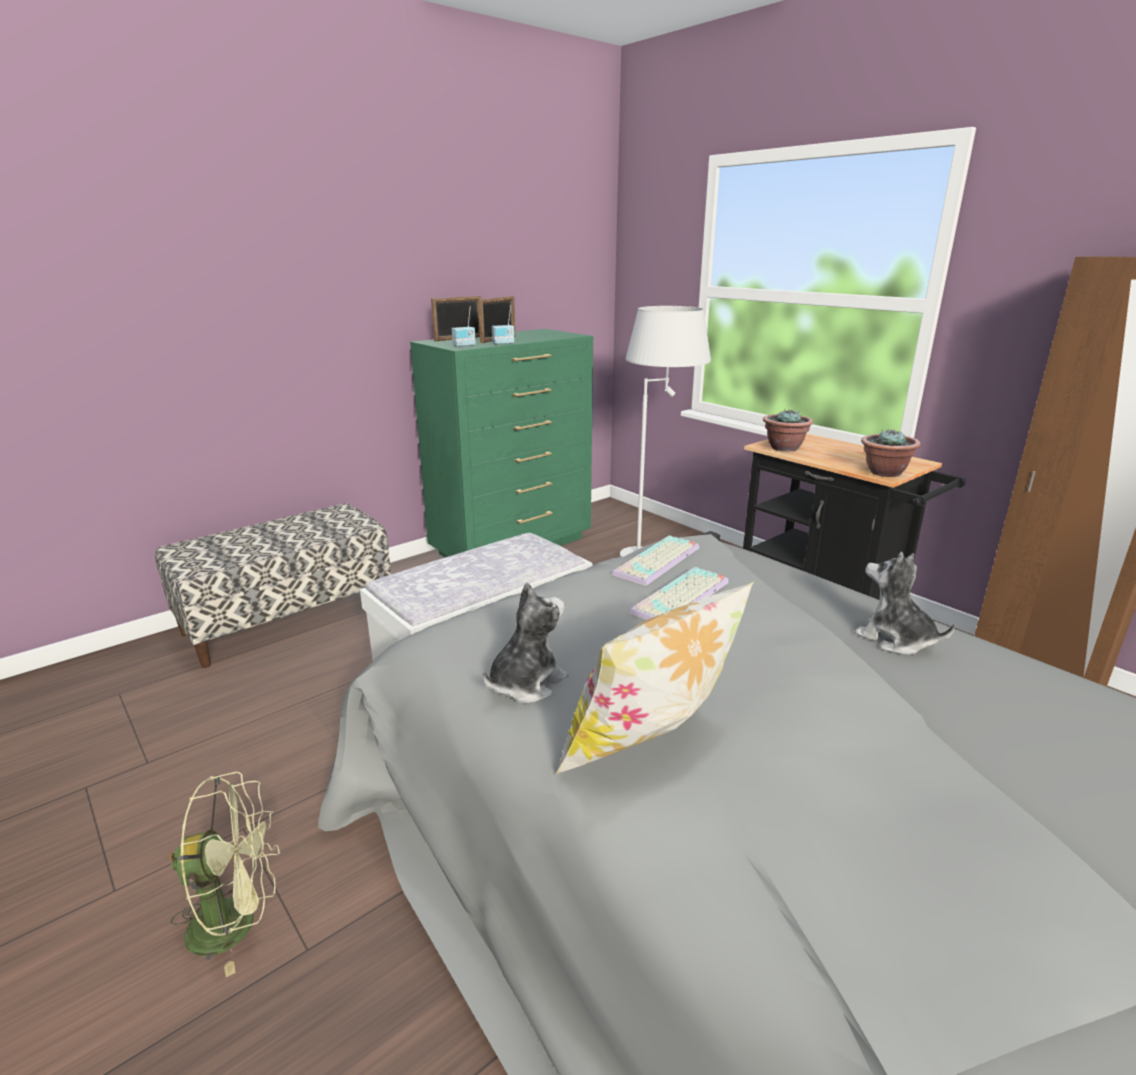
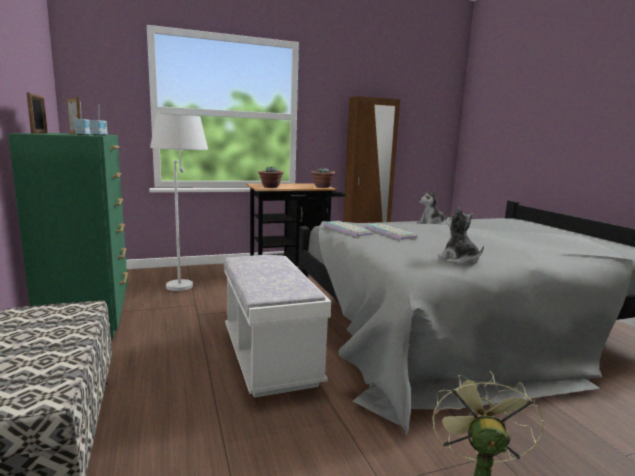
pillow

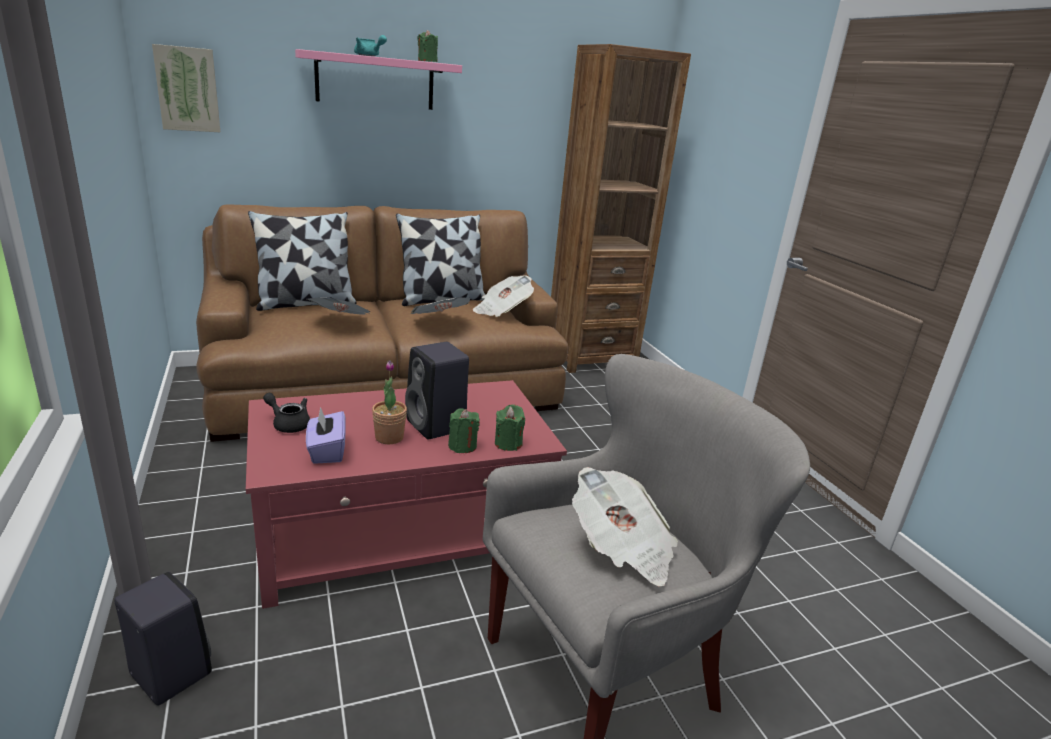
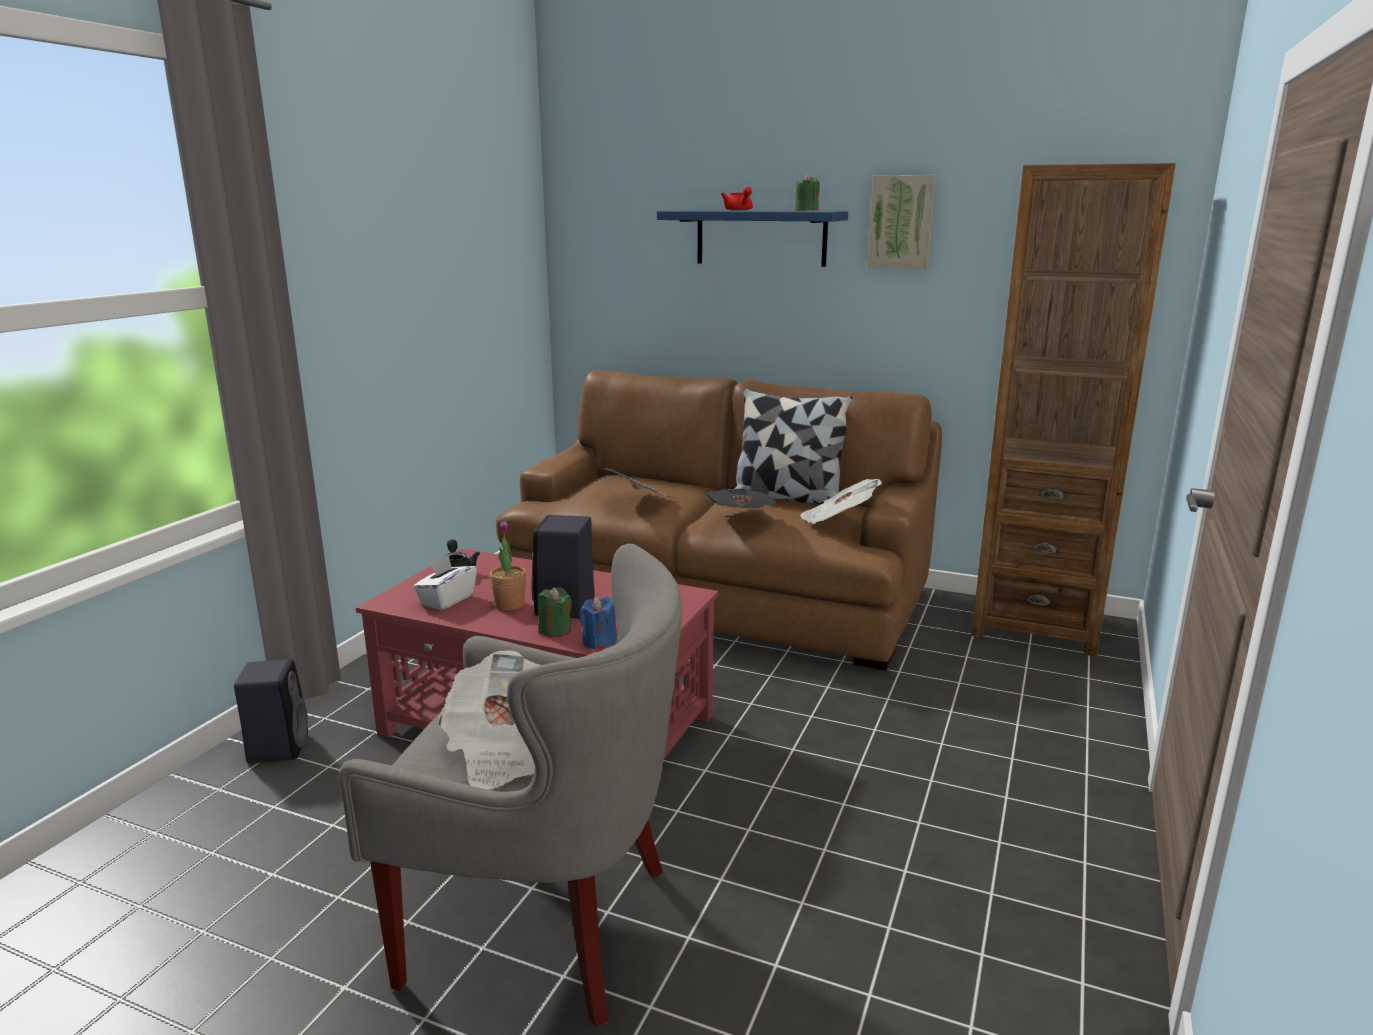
picture
pillow (no. 1 from left in the first image)
blue shelf
white tissue box
red teapot
blue candle

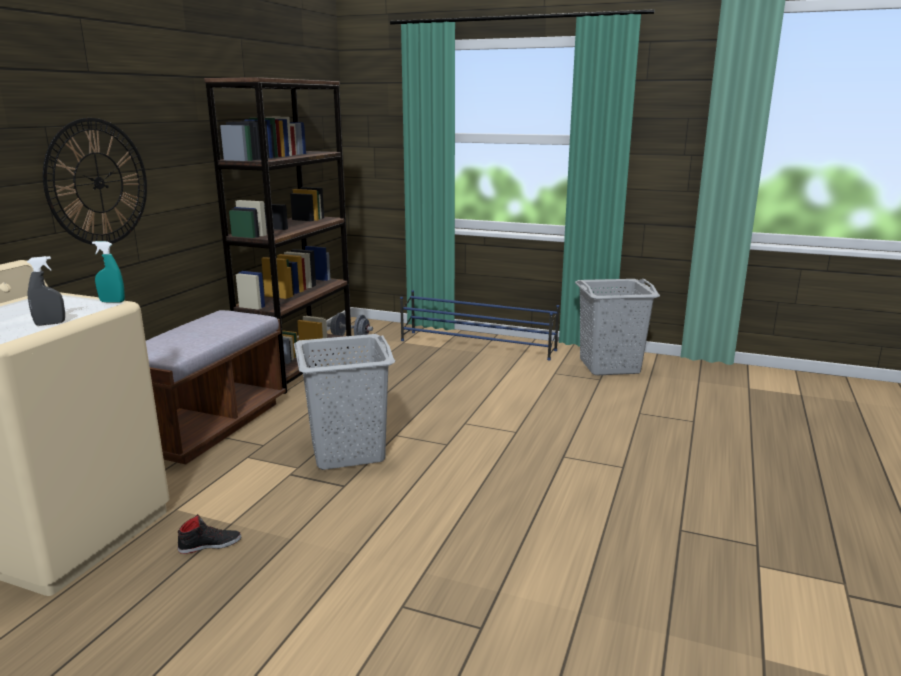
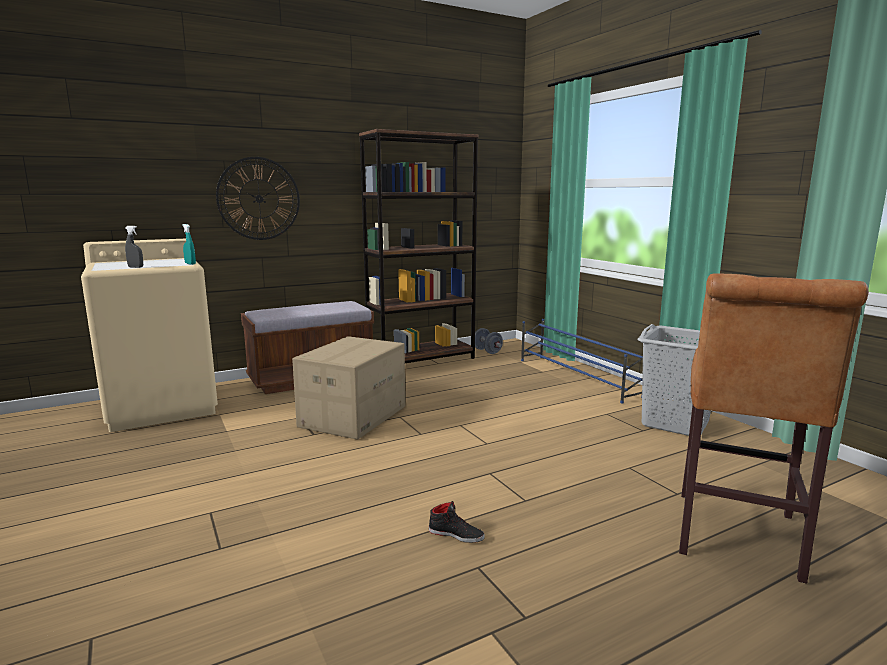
black shoe
cardboard box
brown stool

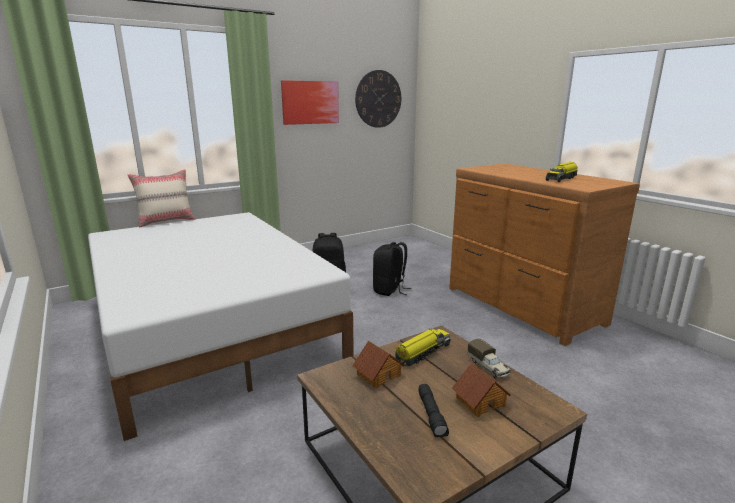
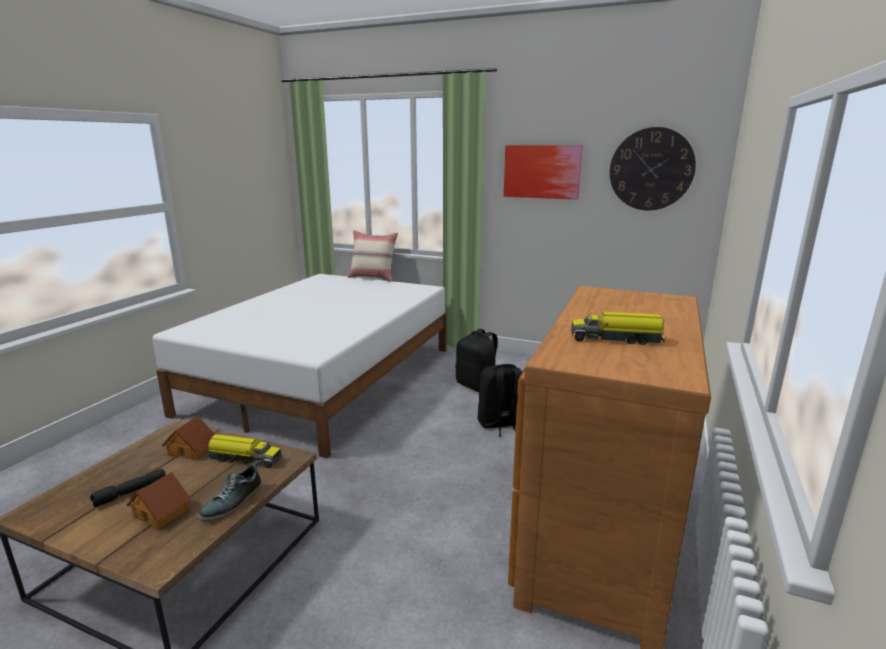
shoe

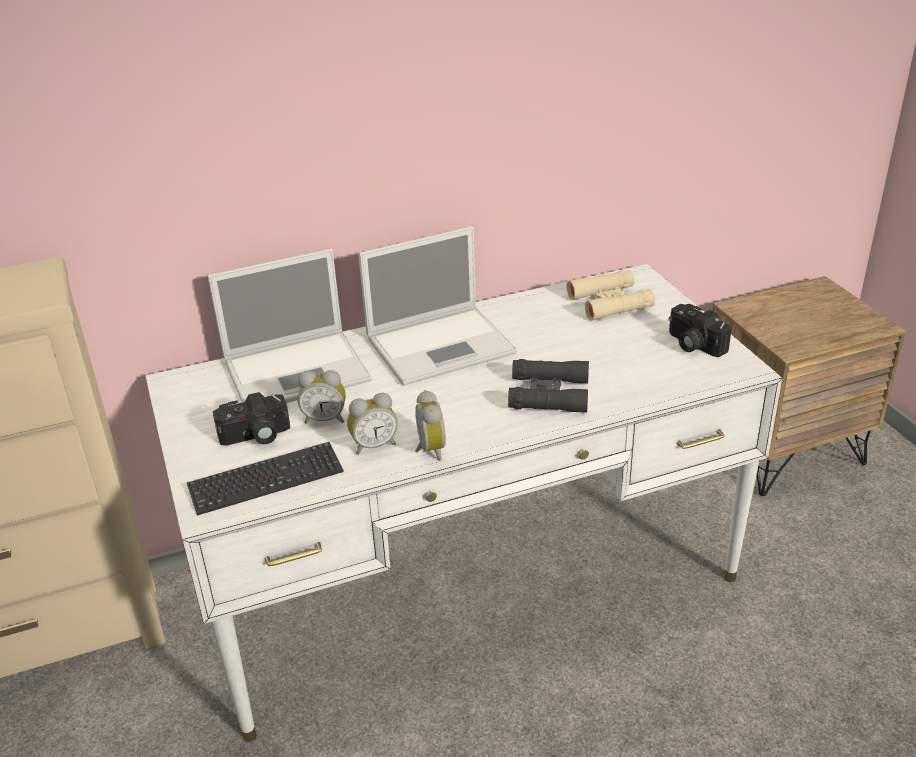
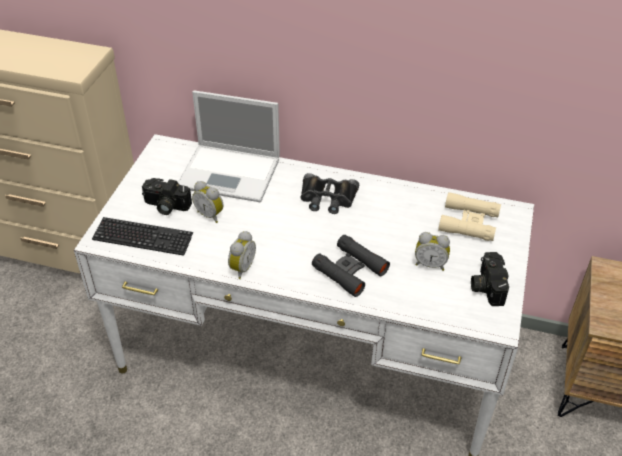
alarm clock (no. 3 from left)
black binoculars (no. 1 from left)

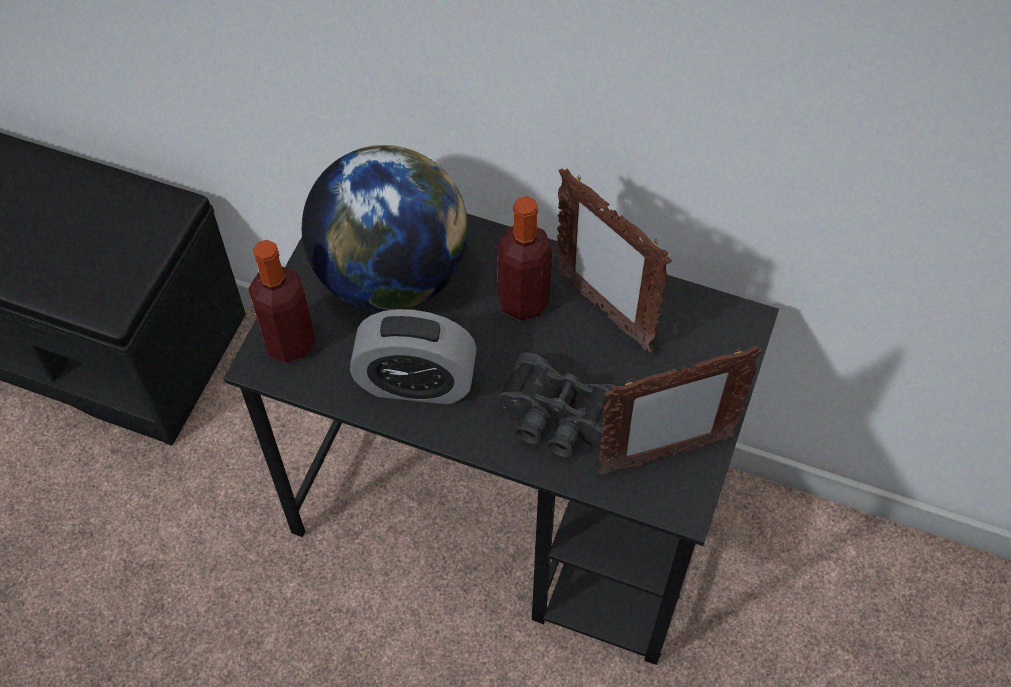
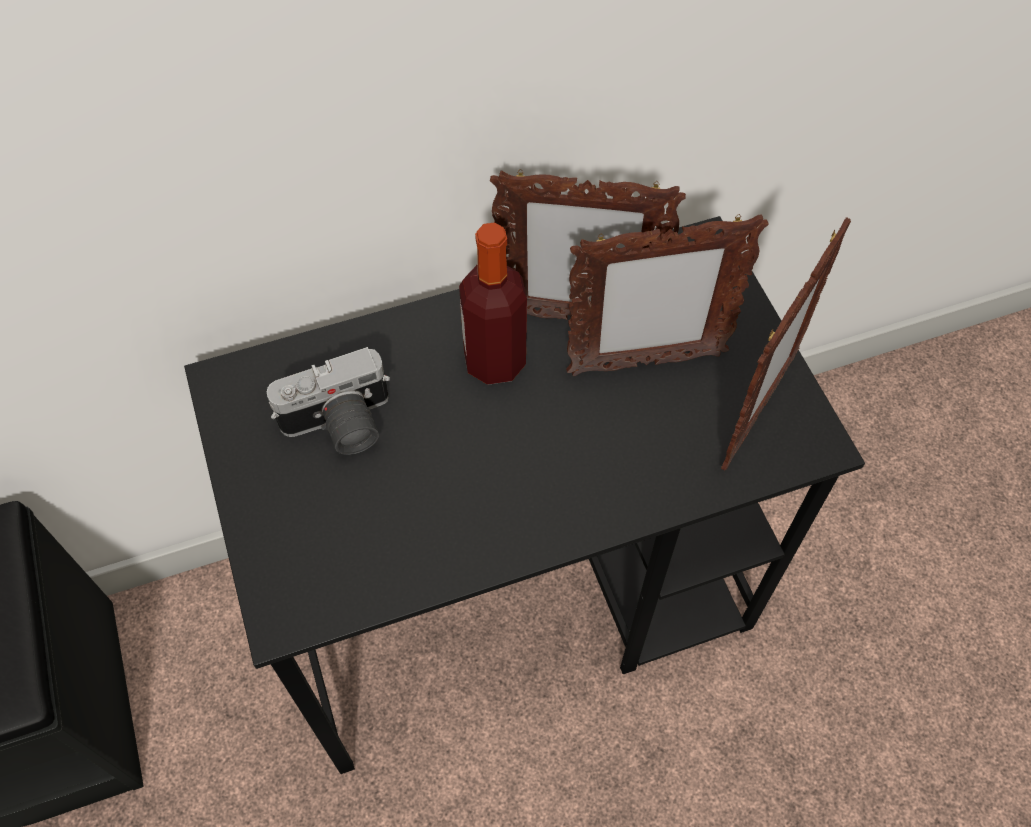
bottle (no. 1 from left in the first image)
photo camera
alarm clock
black binoculars
picture frame (no. 2 from left)

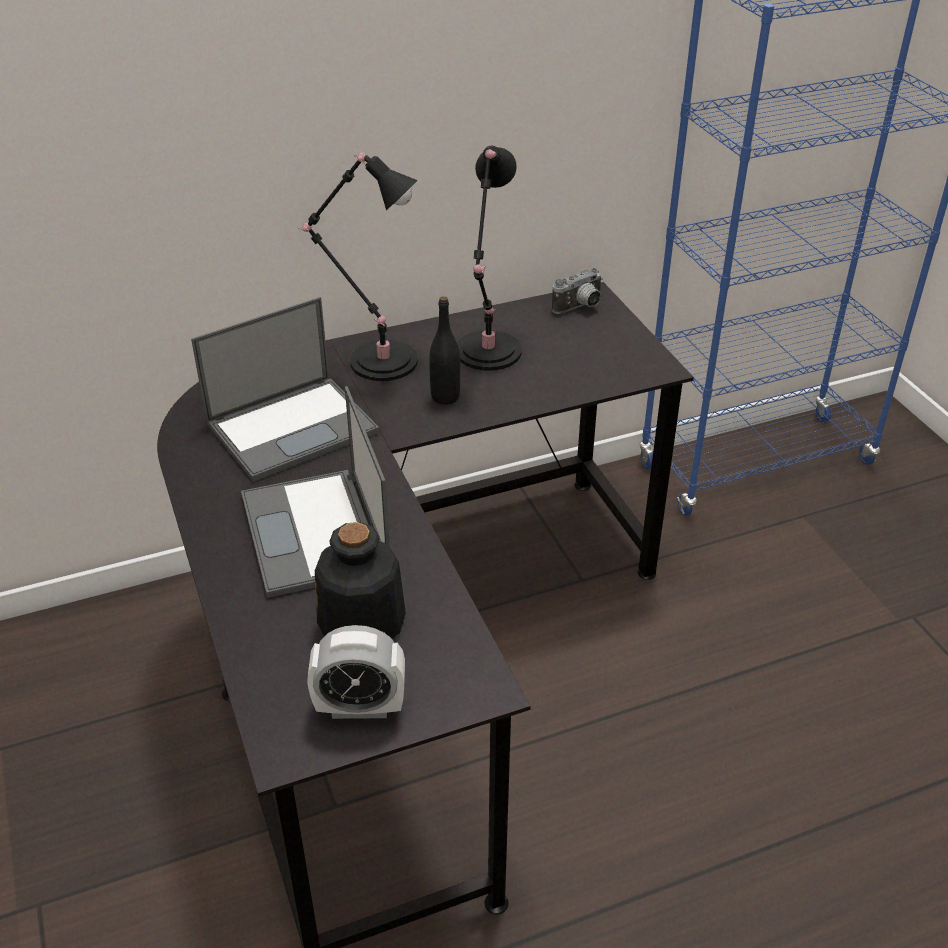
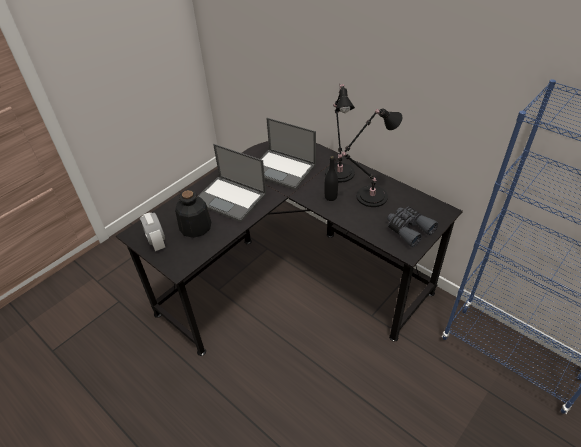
laptop (no. 1 from left)
photo camera
grey binoculars

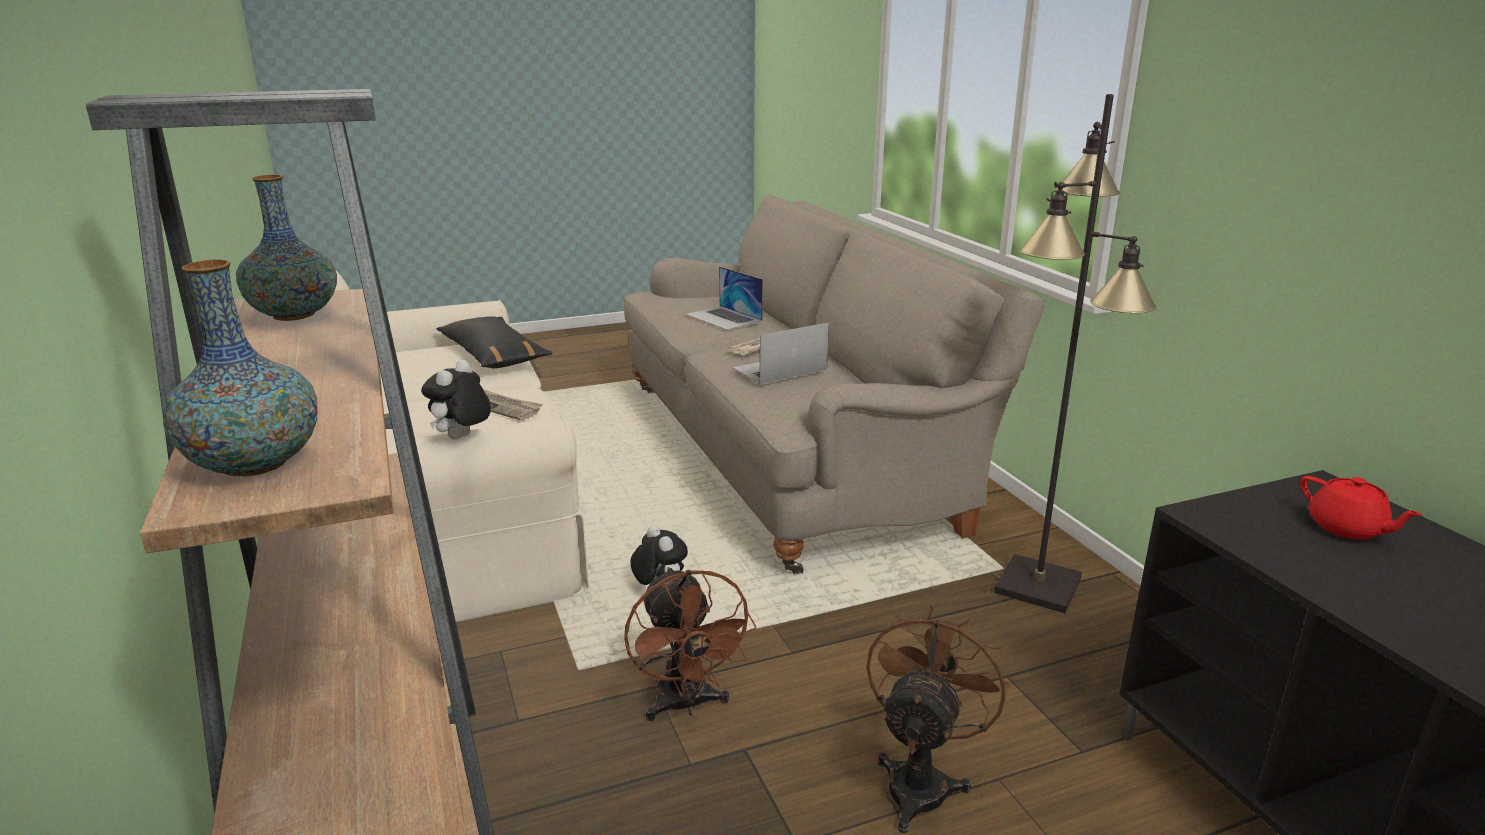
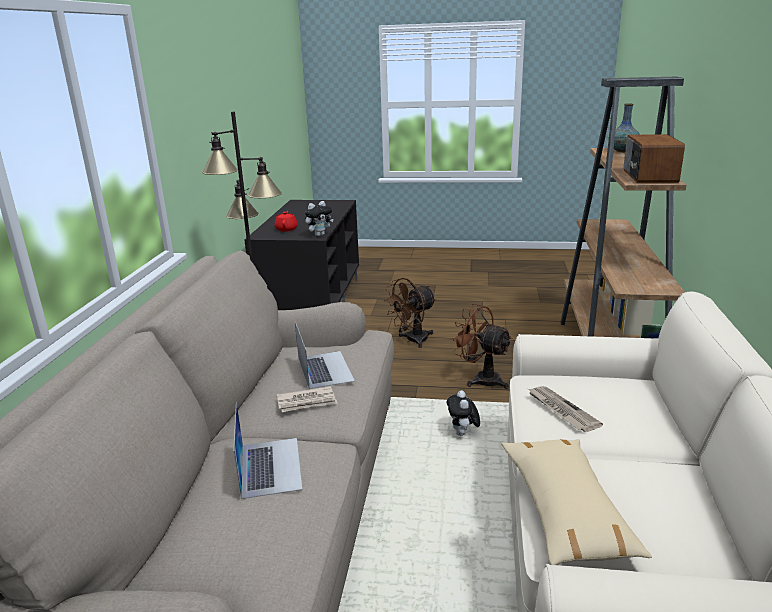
radio
plush toy (no. 1 from left)
beige pillow
brown fan (no. 2 from left)
laptop (no. 2 from left)

